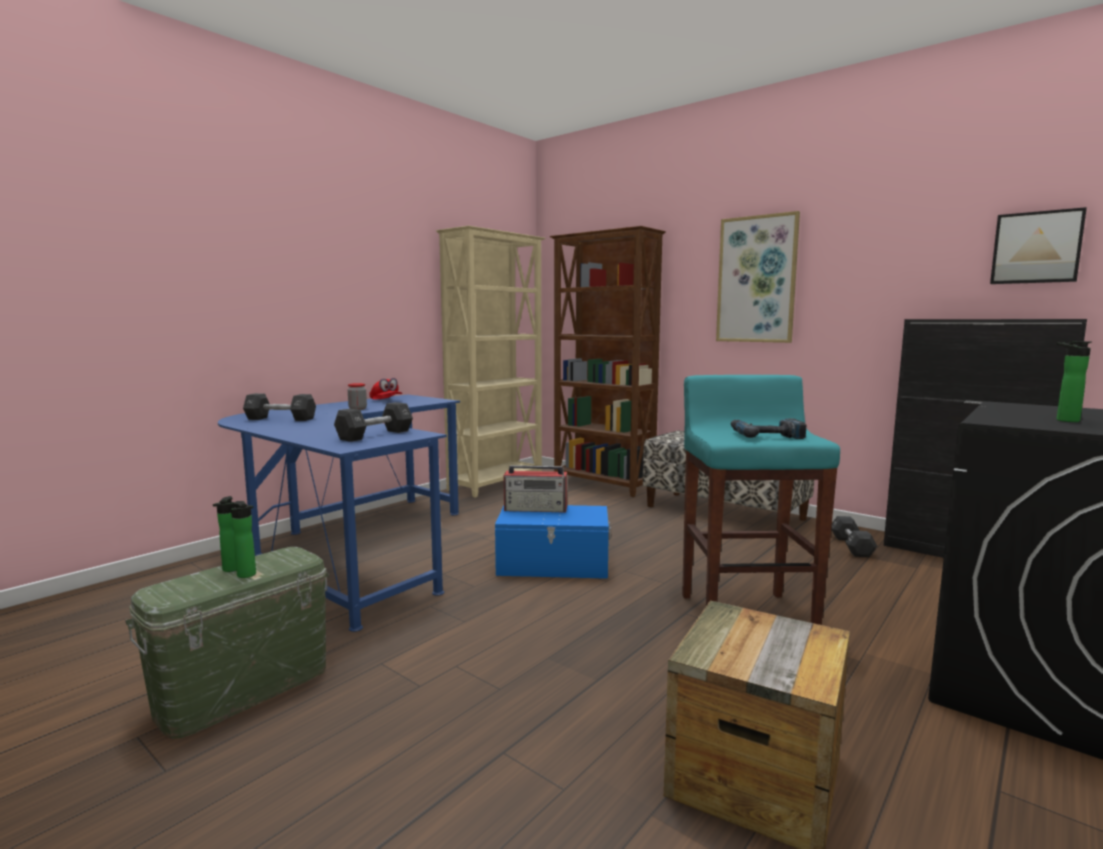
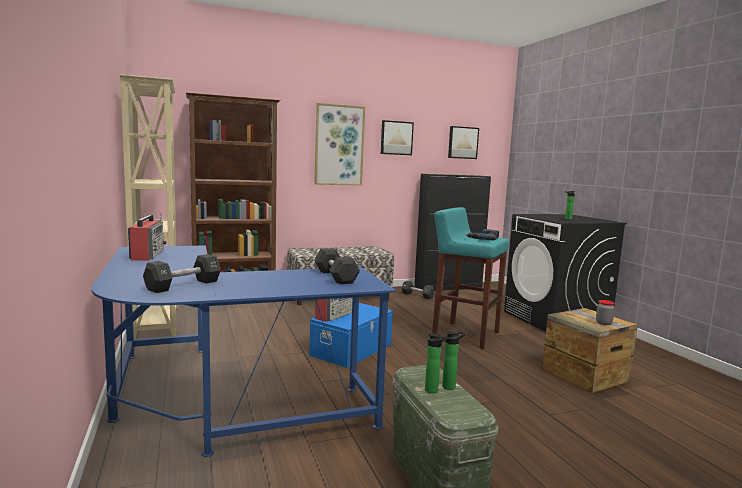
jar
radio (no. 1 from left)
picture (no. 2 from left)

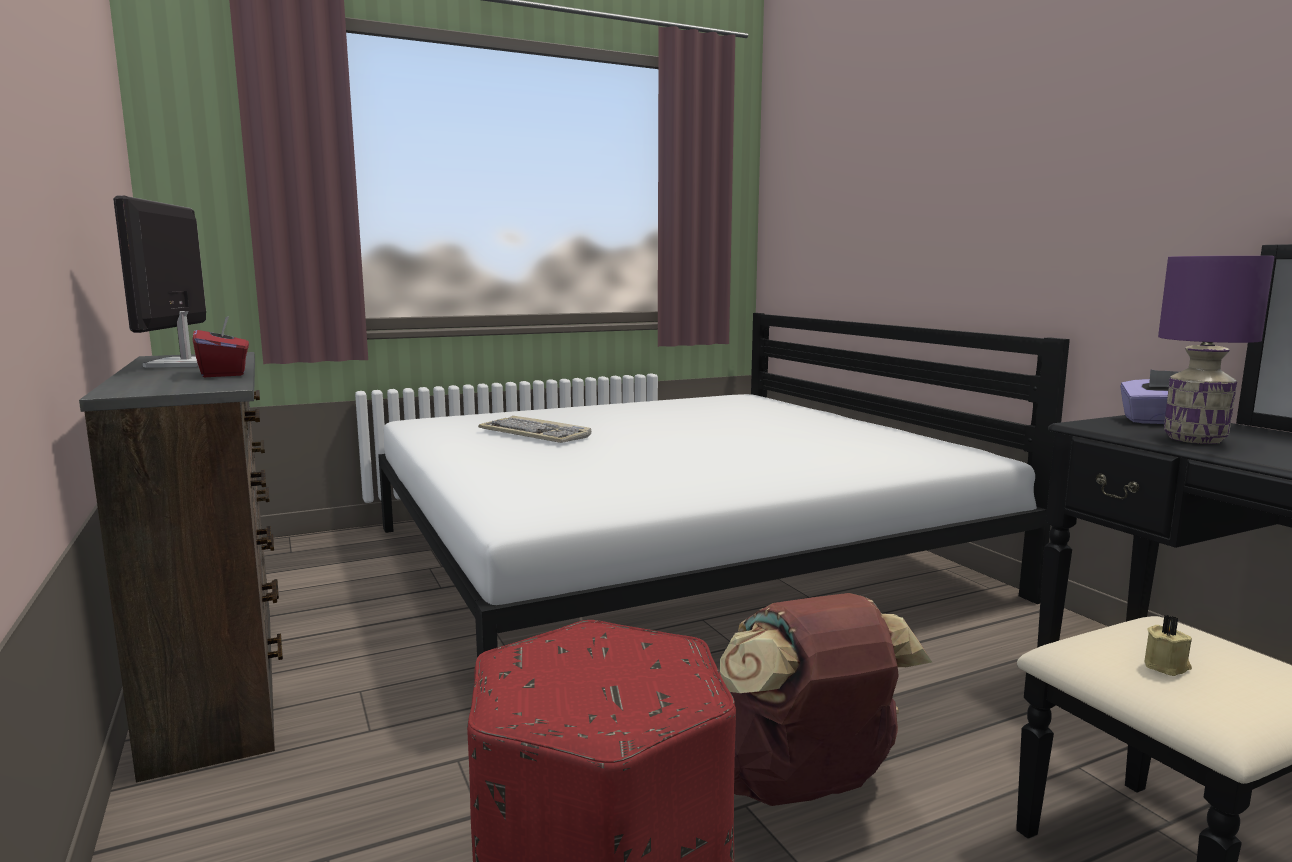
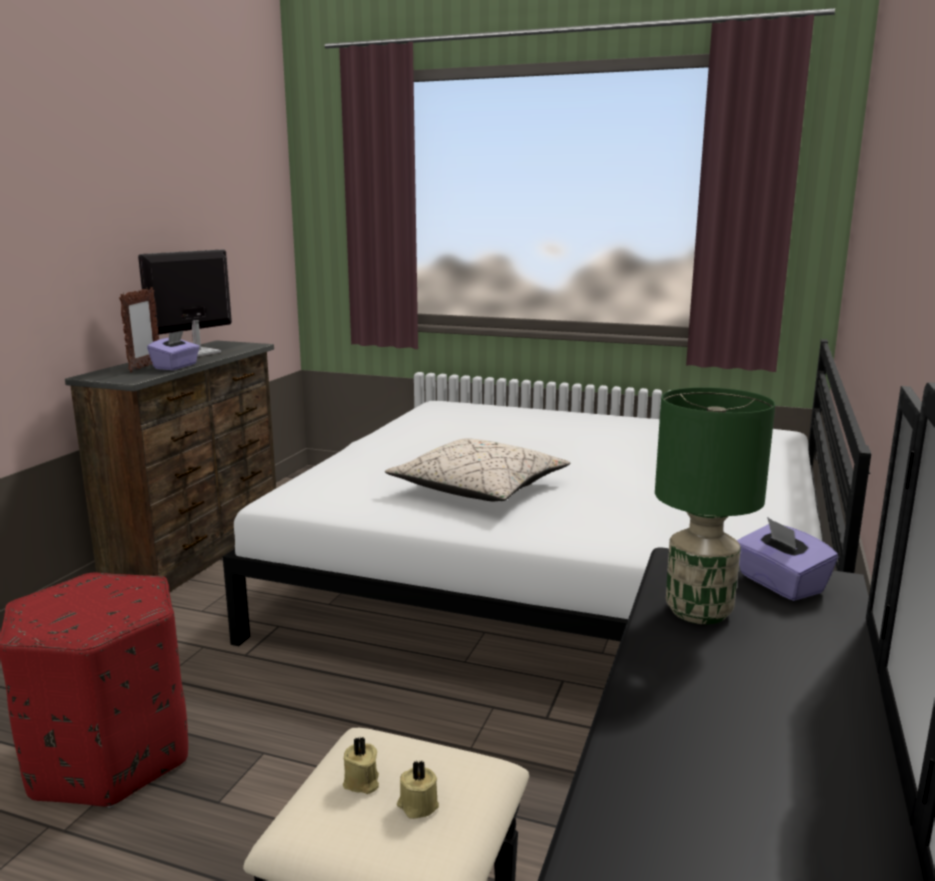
purple tissue box (no. 1 from left)
keyboard
brown backpack
green table lamp
picture frame
beige pillow
beige candle (no. 2 from left)

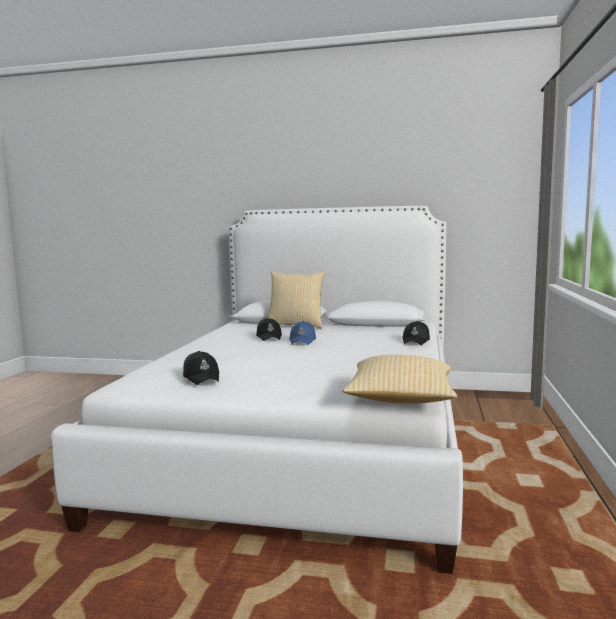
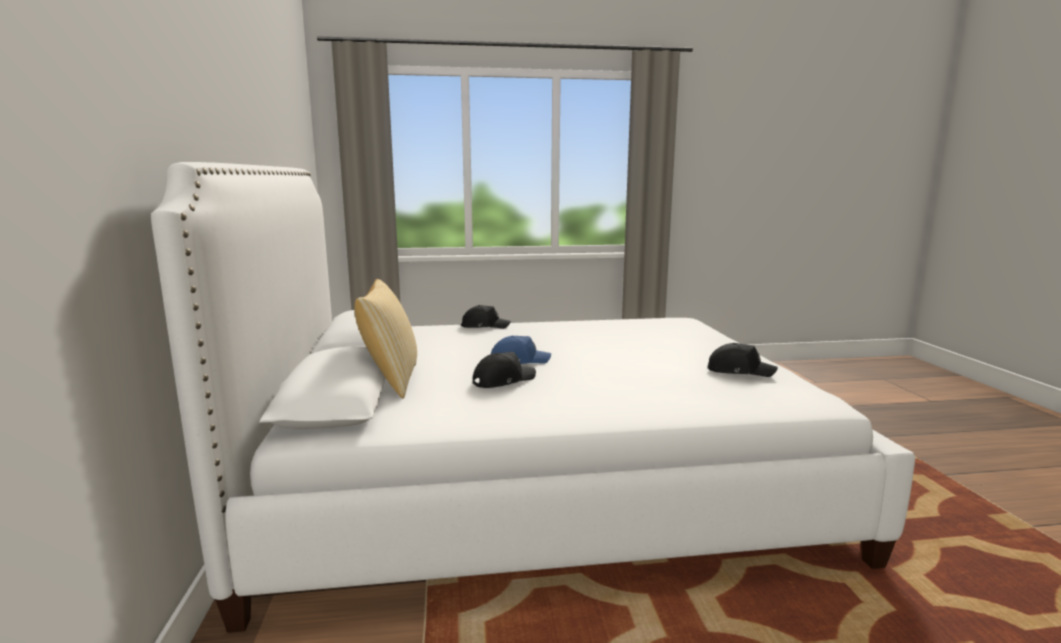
black cap (no. 3 from left)
pillow (no. 2 from left in the first image)

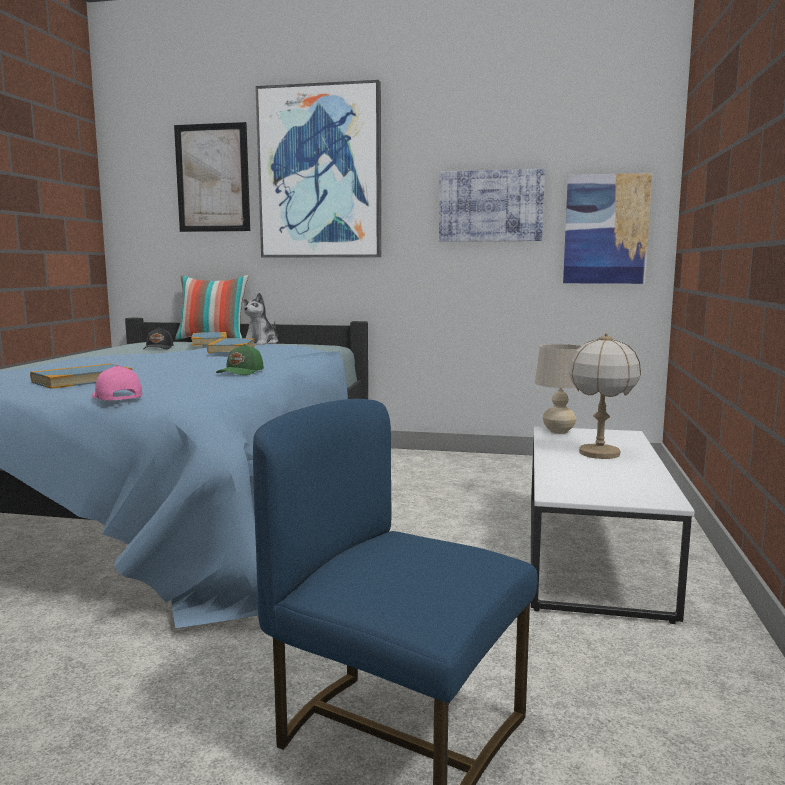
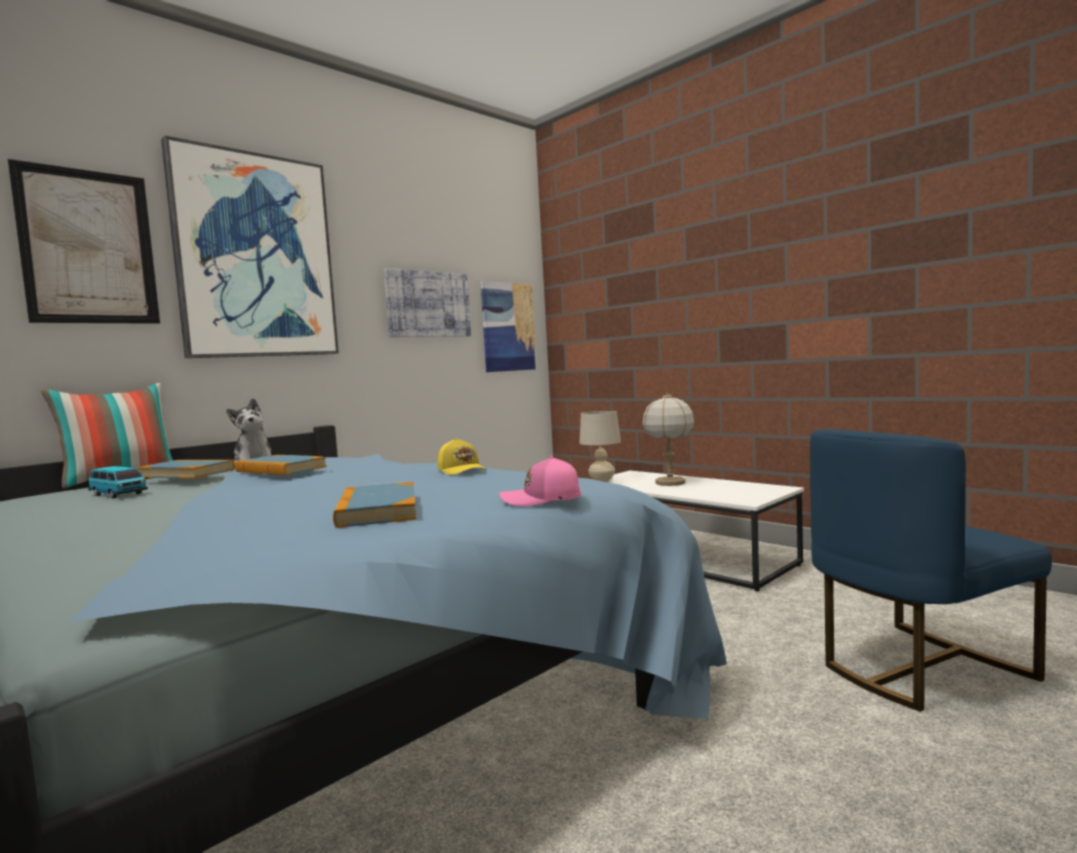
toy car
yellow cap

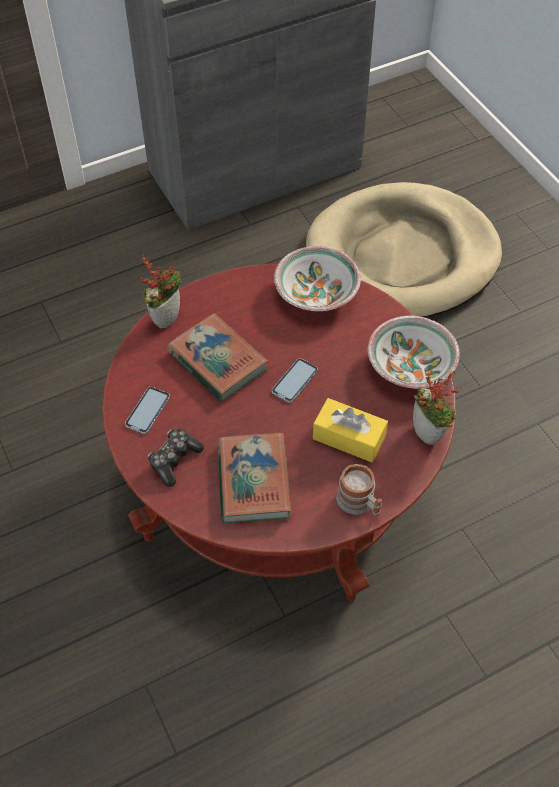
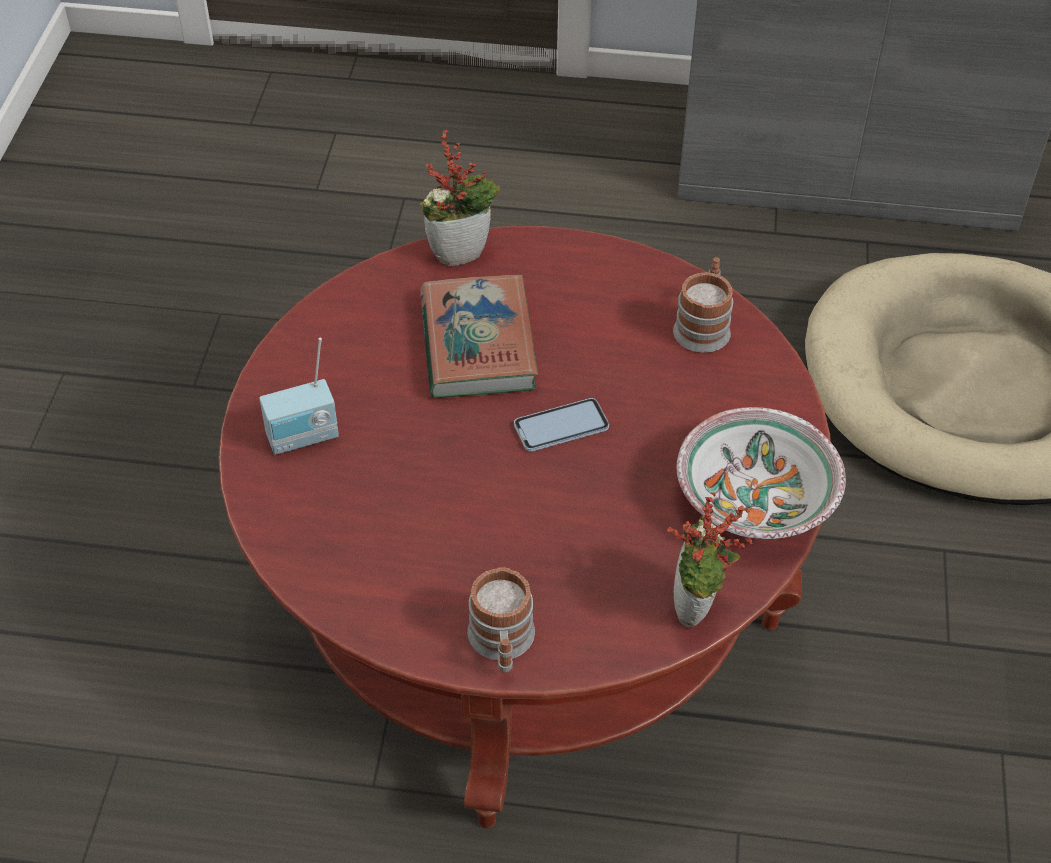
phone (no. 1 from left in the first image)
radio
book (no. 2 from left in the first image)
mug (no. 2 from left)
yellow tissue box

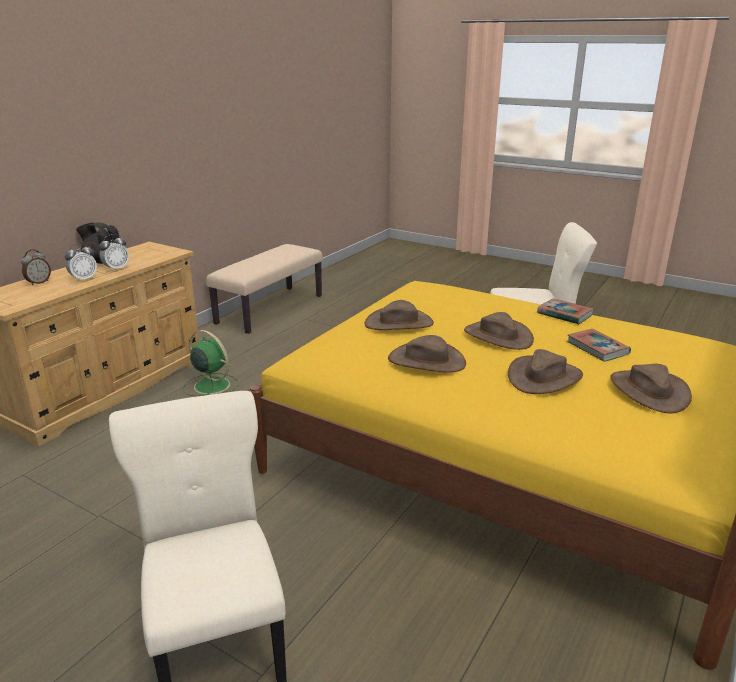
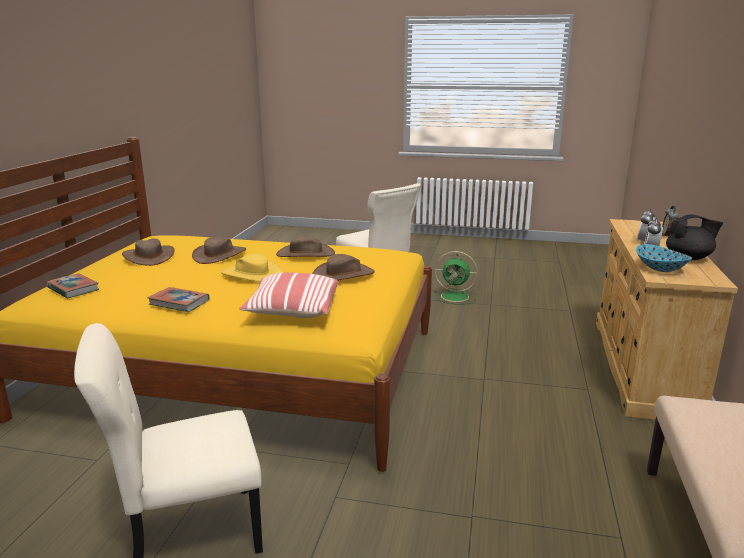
green fan
yellow hat
book (no. 1 from left)
pillow
bowl

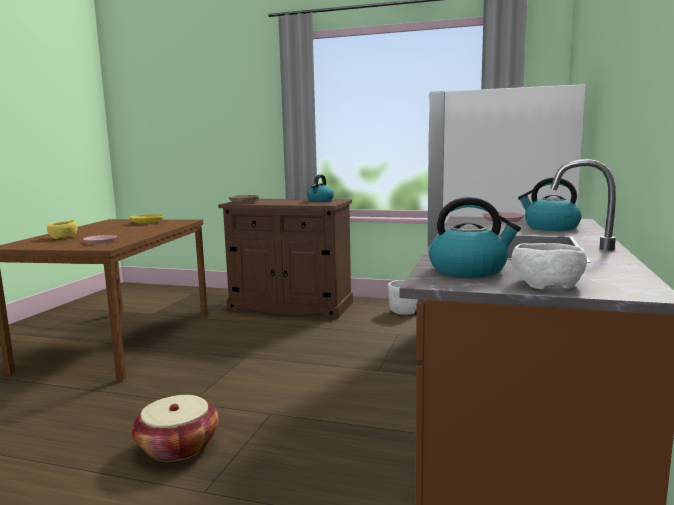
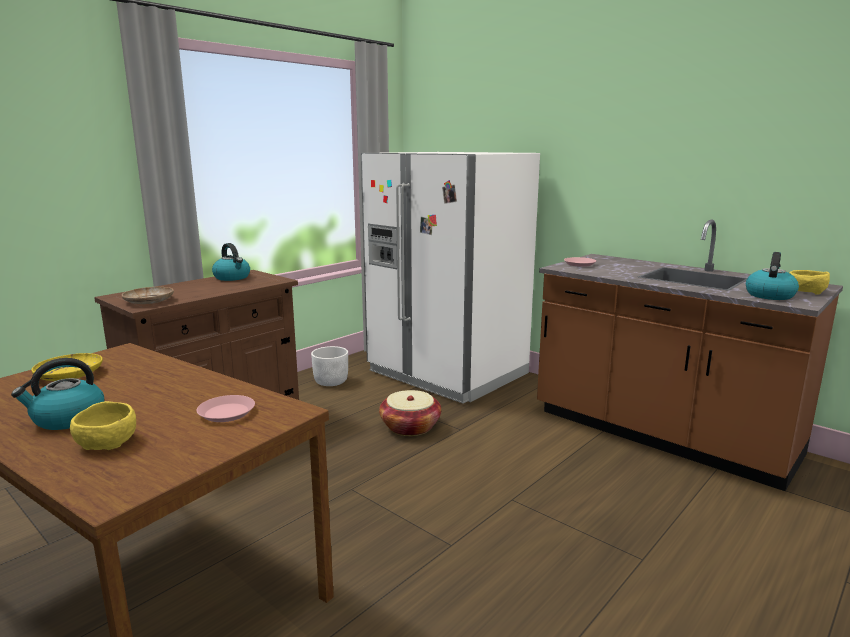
basket
yellow bowl (no. 2 from left)
kettle (no. 1 from left)

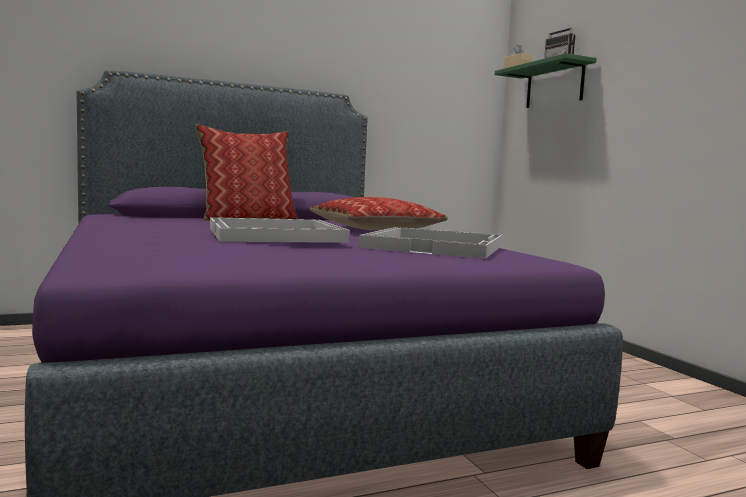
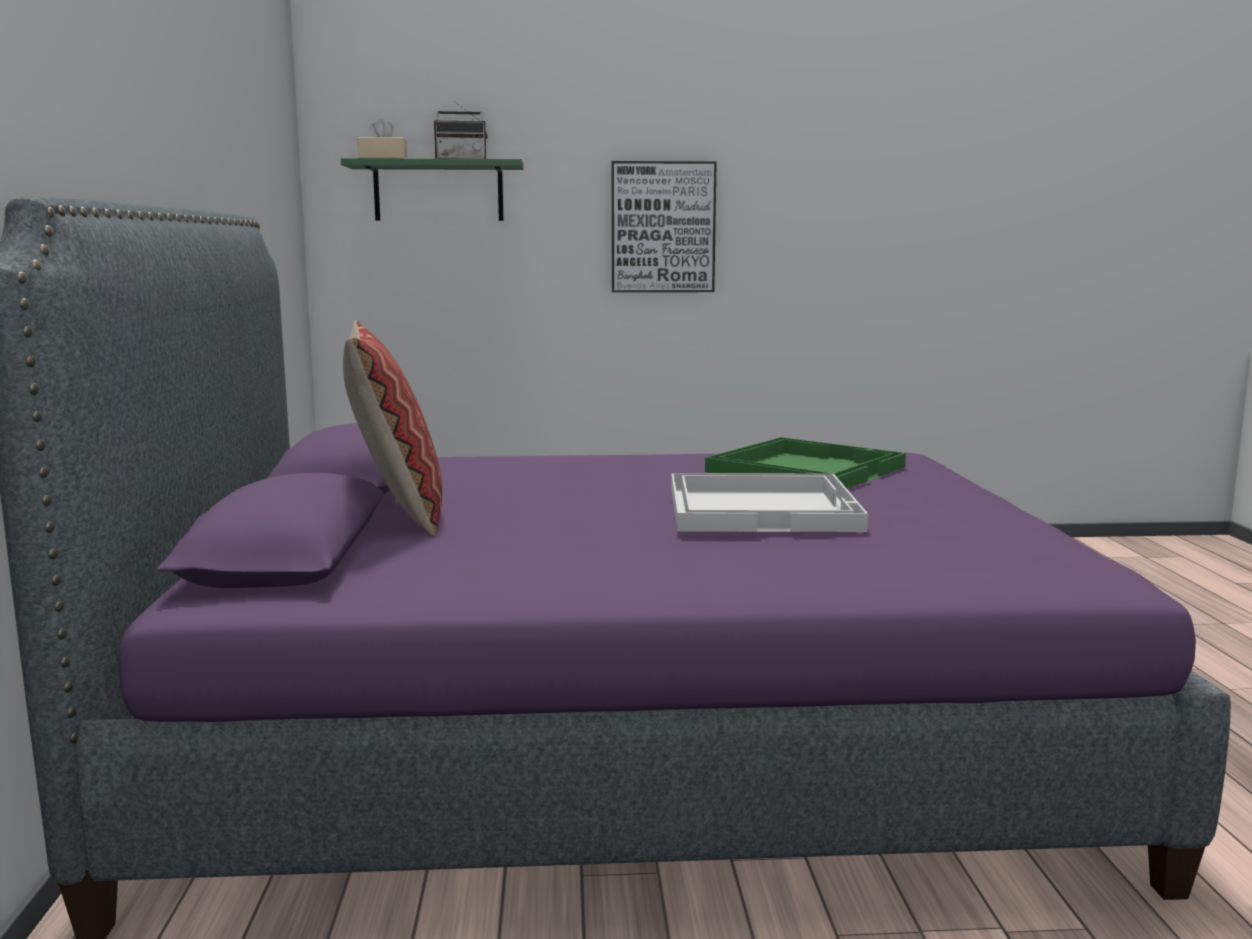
pillow (no. 2 from left in the first image)
green tray
picture

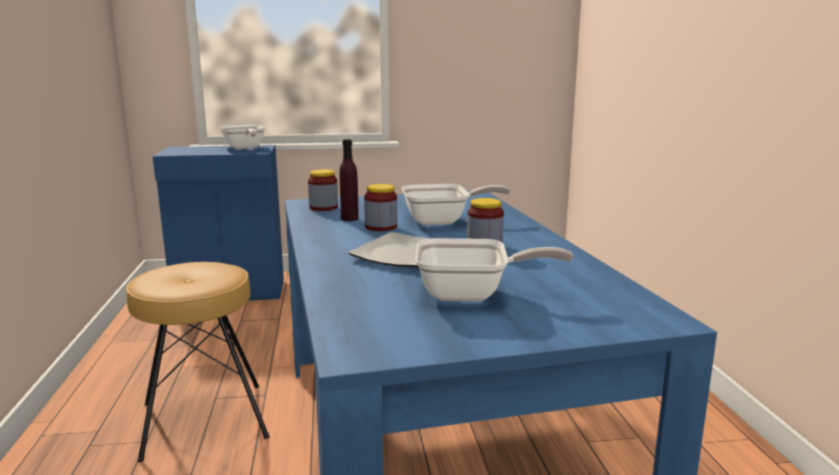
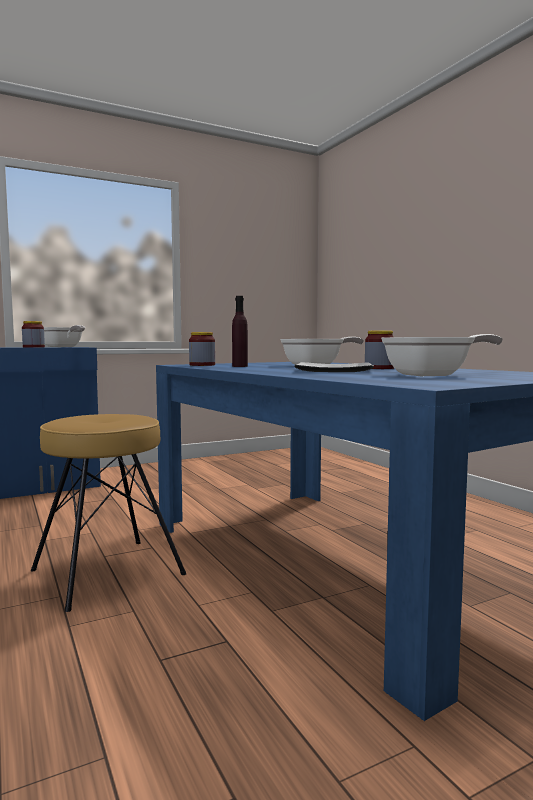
jar (no. 1 from left)

